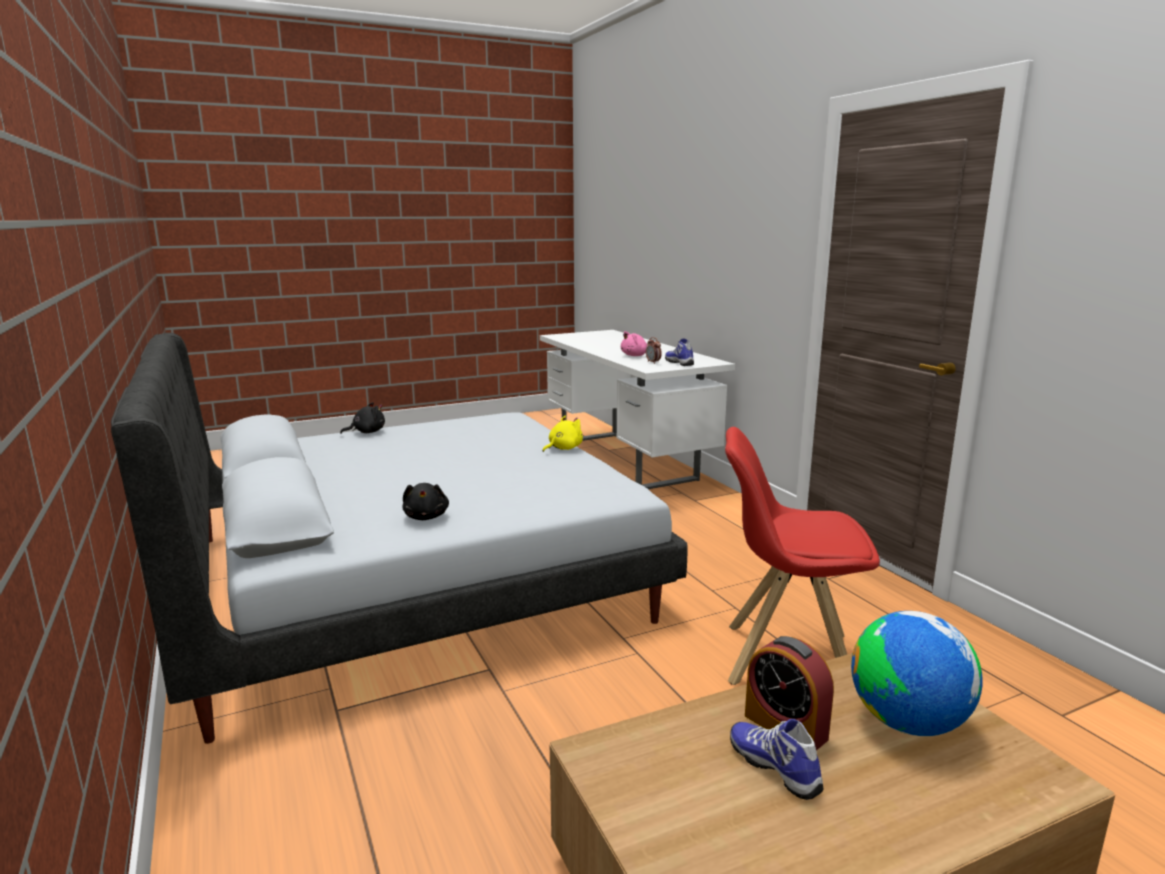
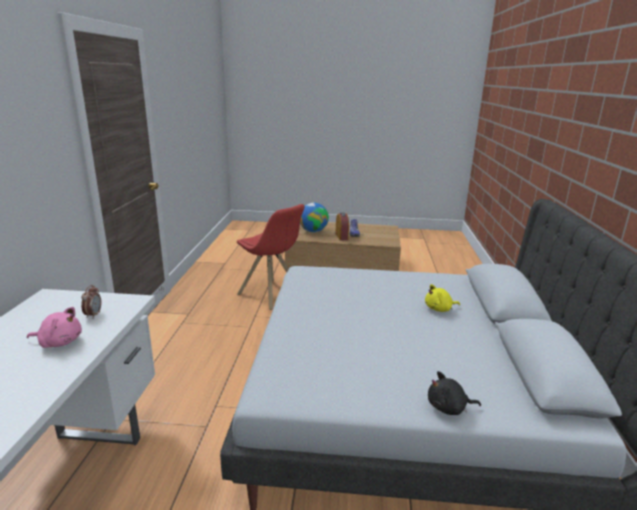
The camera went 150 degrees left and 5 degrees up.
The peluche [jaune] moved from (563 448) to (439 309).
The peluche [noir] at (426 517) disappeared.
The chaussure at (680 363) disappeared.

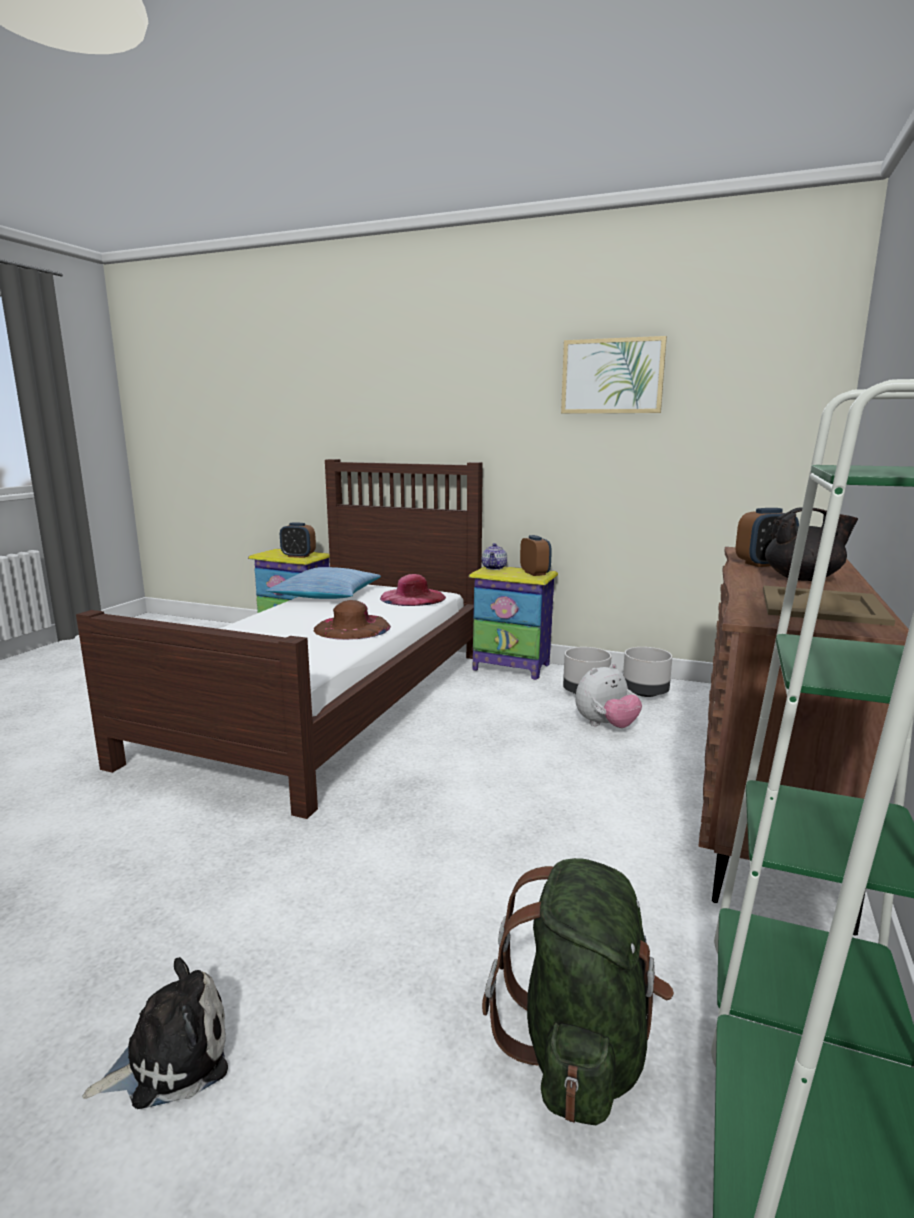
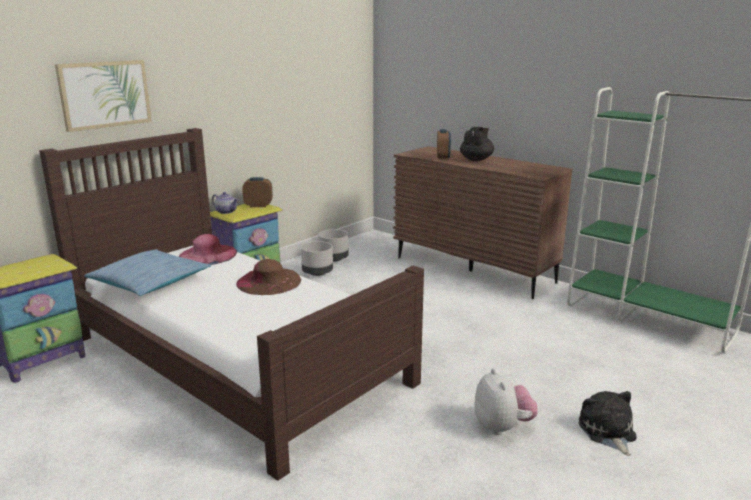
The camera went 70 degrees left and 5 degrees up.
The tableau moved from (612 376) to (105 94).
The peluche moved from (606 726) to (502 427).
The réveil at (298 556) disappeared.
The sac à dos [vert] at (579 1048) disappeared.
The plateau [beige] at (821 606) disappeared.

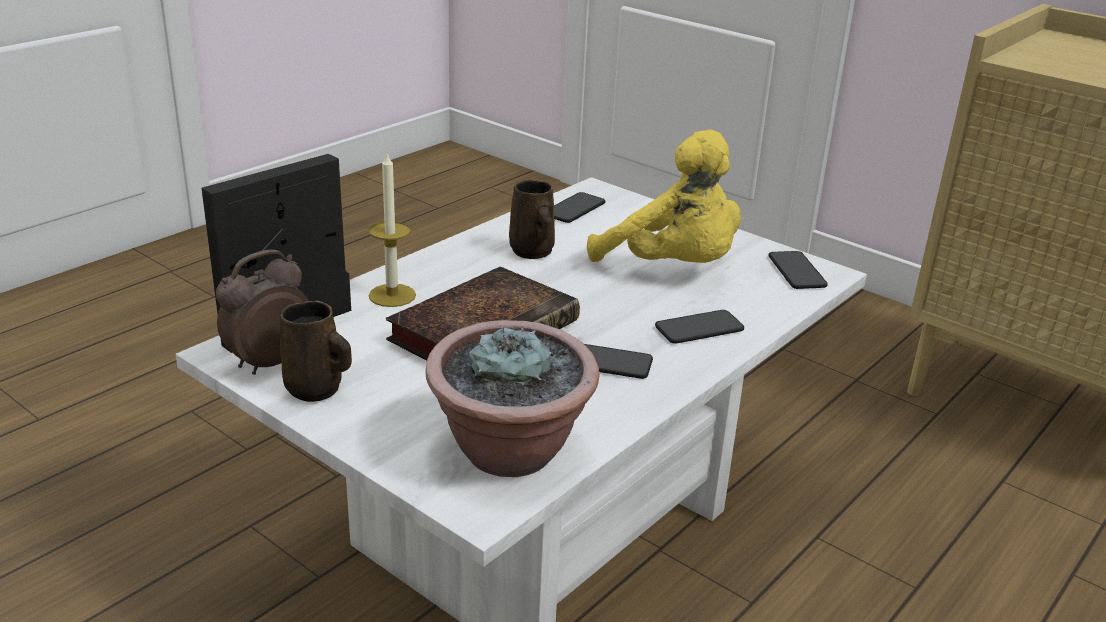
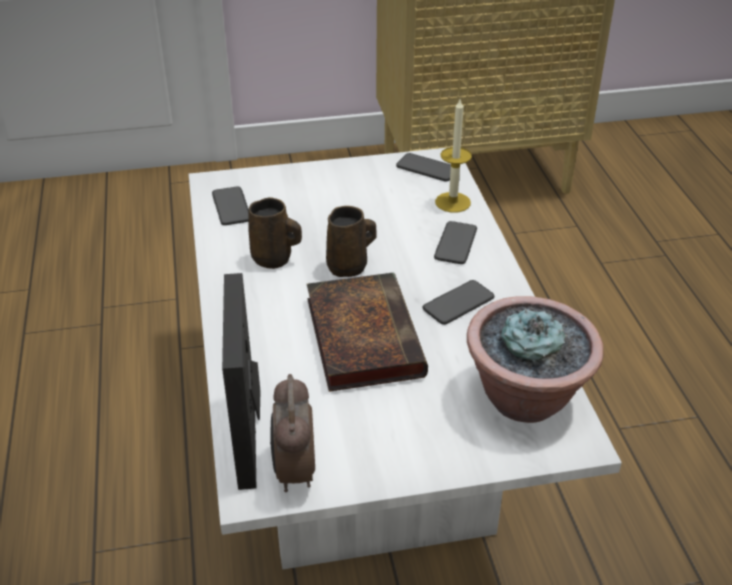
The camera went 50 degrees left and 10 degrees up.
The mug [marron] moved from (316 390) to (349 267).
The bougie moved from (392 295) to (452 202).
The peluche [jaune] at (673 268) disappeared.

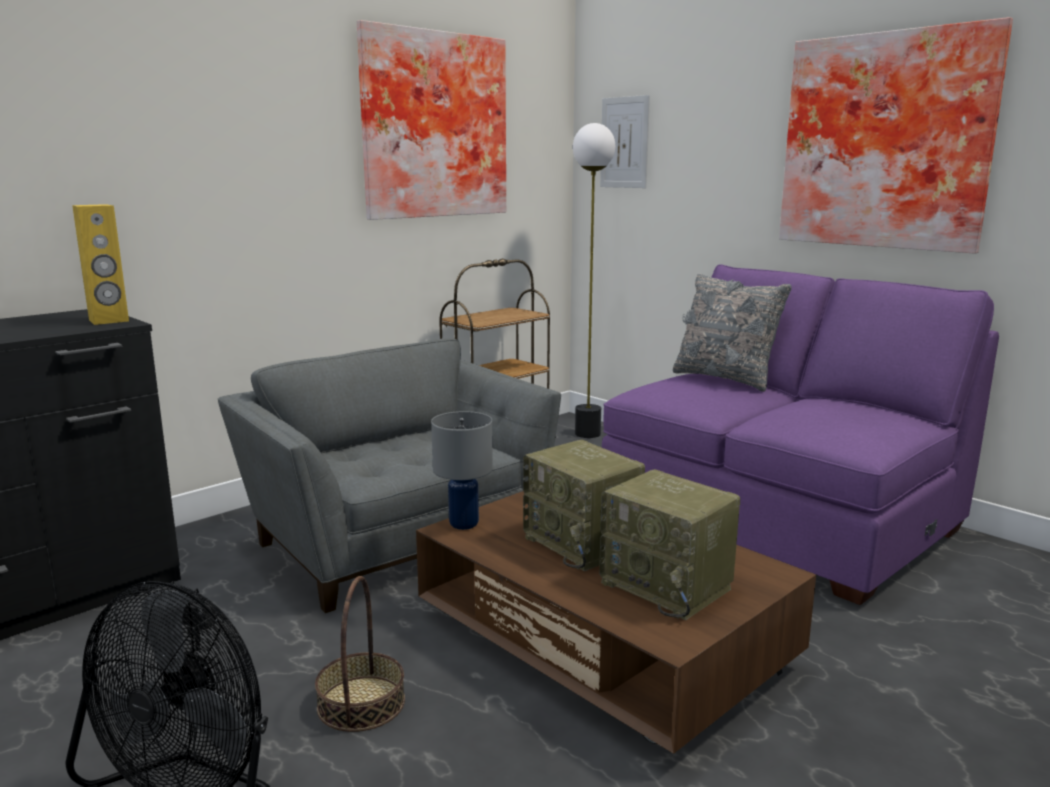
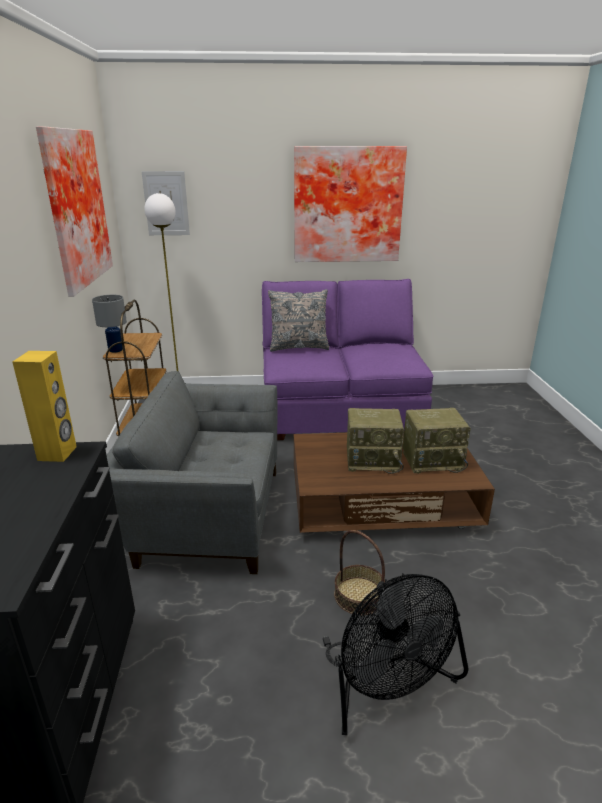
The camera went 50 degrees left and 10 degrees up.
The lampe de table [gris] moved from (462 524) to (115 350).

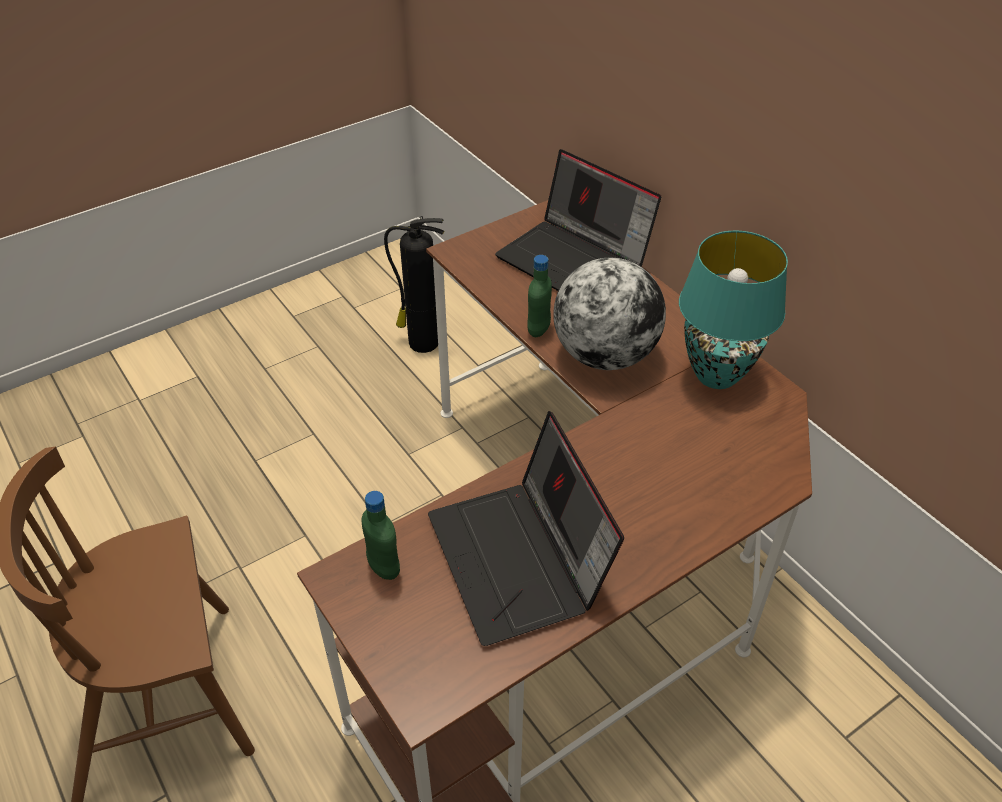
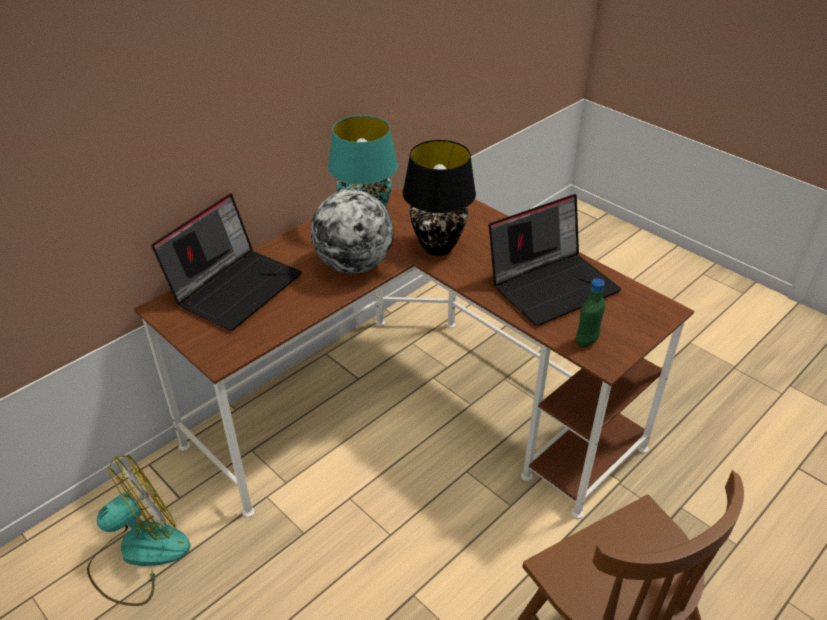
The camera went 100 degrees left and 5 degrees down.
The extincteur at (421 342) was replaced by the ventilateur at (139 554).
The lampe de table [noir] at (437 248) appeared.
The bouteille [vert] at (538 329) disappeared.

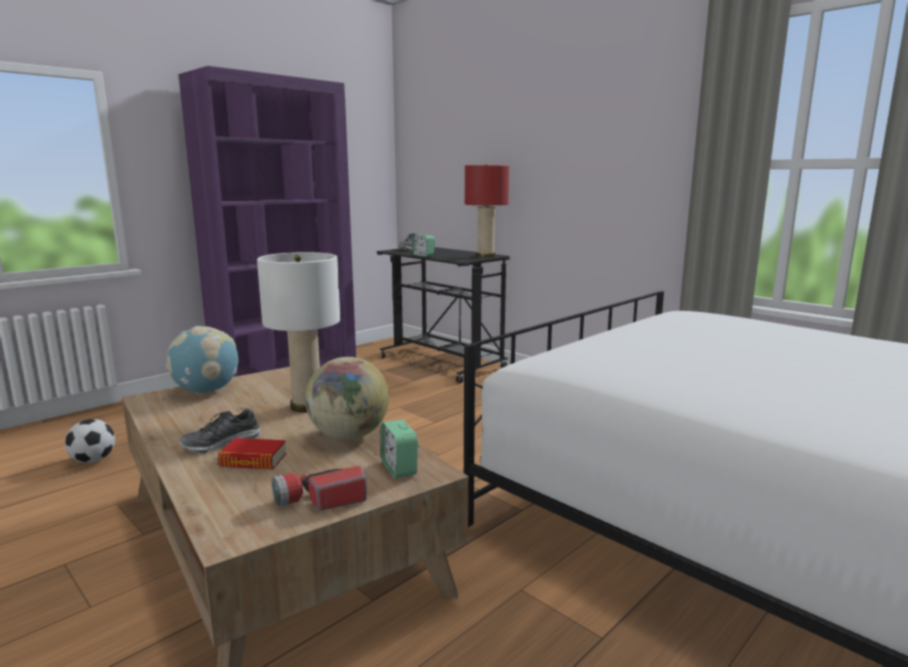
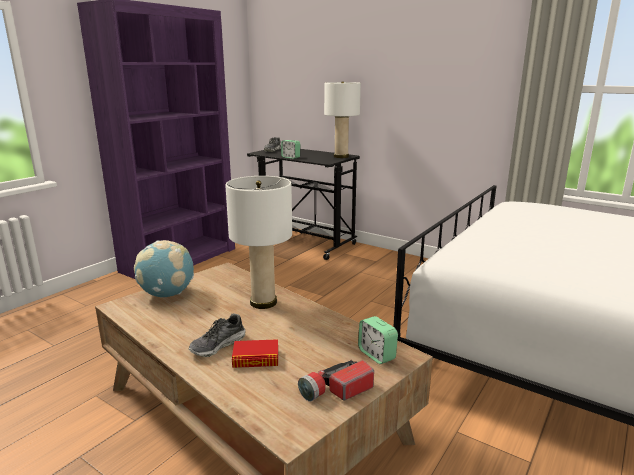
The camera went 10 degrees left and 5 degrees up.
The lampe de table [rouge] at (485 256) became the lampe de table [blanc] at (341 156).
The ballon de foot at (93 460) disappeared.
The globe at (349 436) disappeared.

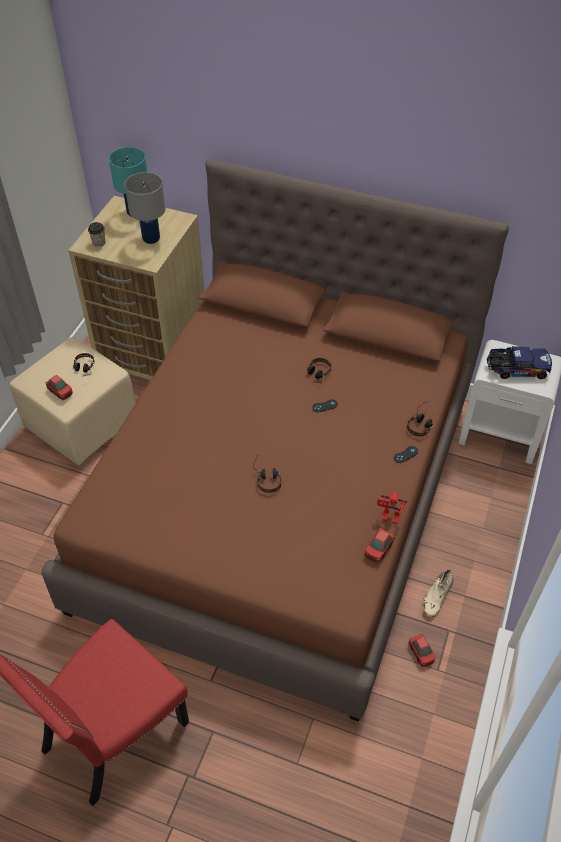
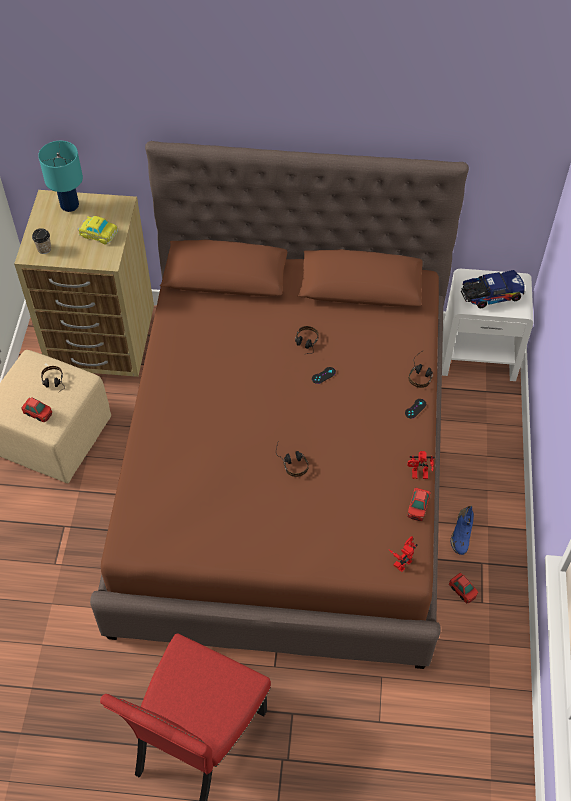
The camera went 15 degrees left and 5 degrees up.
The lampe de table [gris] at (151 238) was replaced by the petite voiture at (98 233).
The robot jouet at (401 560) appeared.
The chaussure [beige] at (436 596) became the chaussure [bleu] at (462 533).

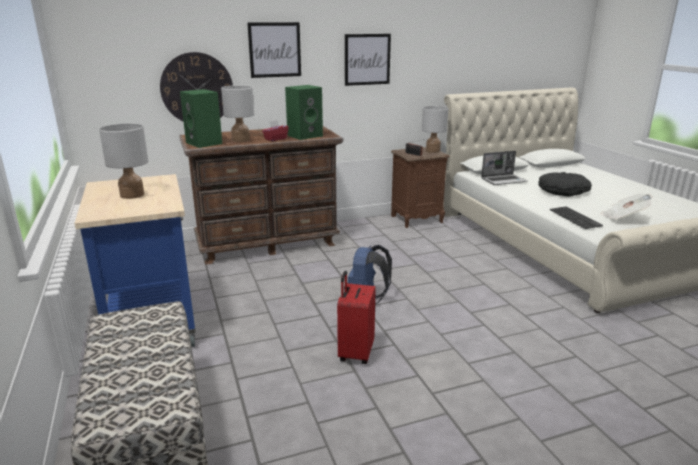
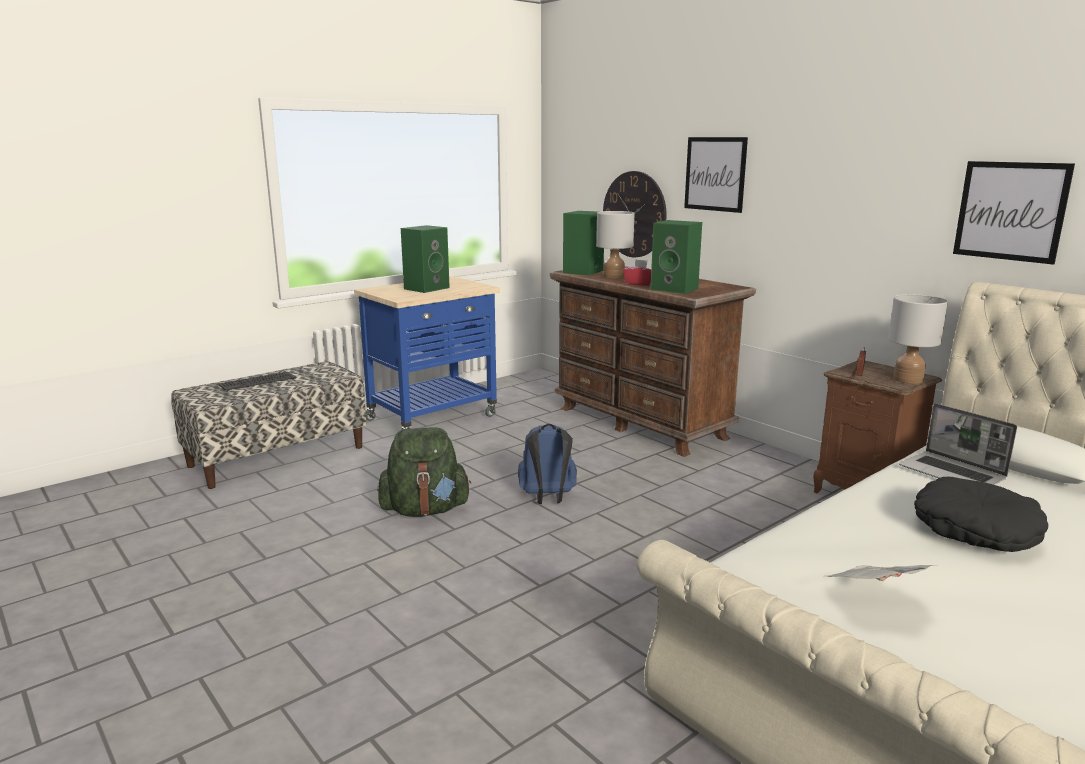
The camera went 70 degrees right and 5 degrees down.
The clavier moved from (574 218) to (257 381).
The valise [rouge] at (355 353) was replaced by the sac à dos [vert] at (425 510).
The lampe de table [gris] at (132 195) was replaced by the enceinte [vert] at (427 288).
The tableau moved from (367 59) to (1010 211).

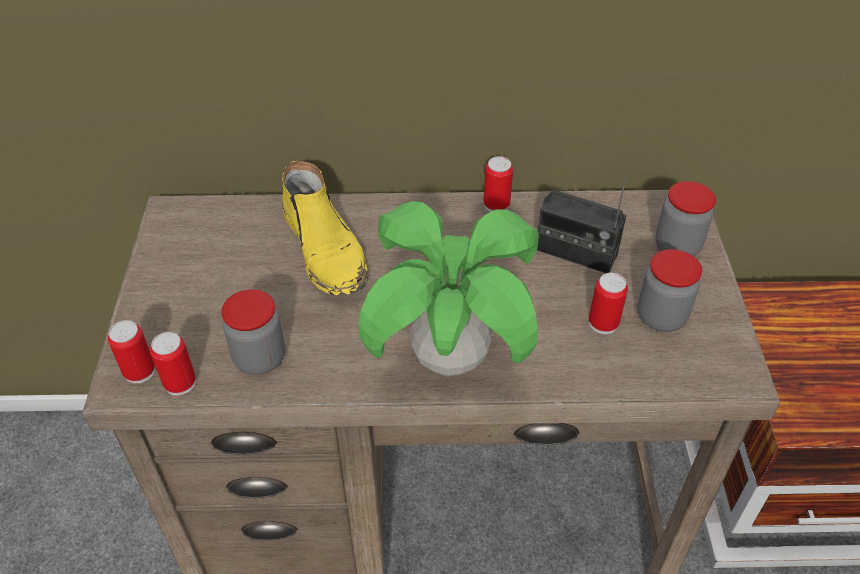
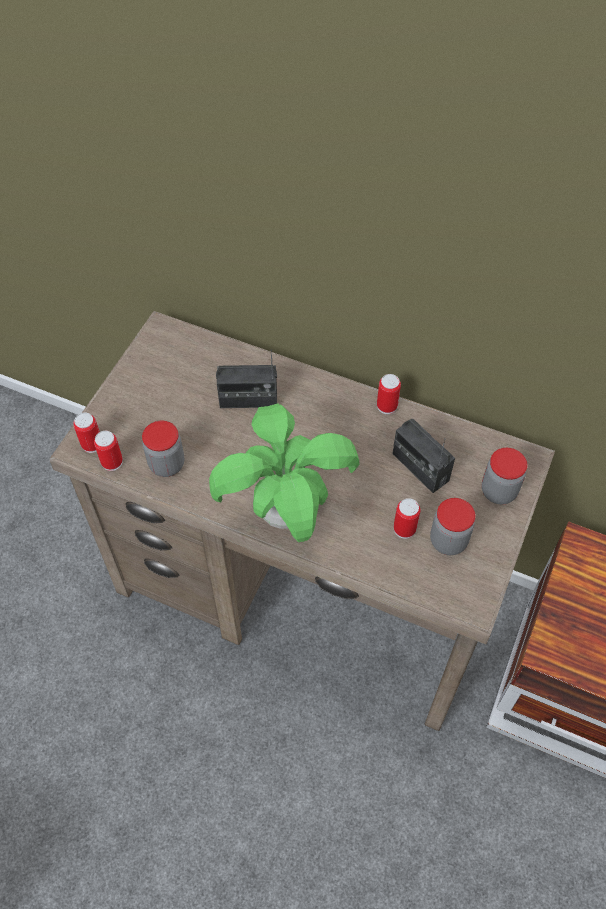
The camera went 25 degrees right and 10 degrees up.
The botte [jaune] at (326 250) was replaced by the radio at (248 399).

